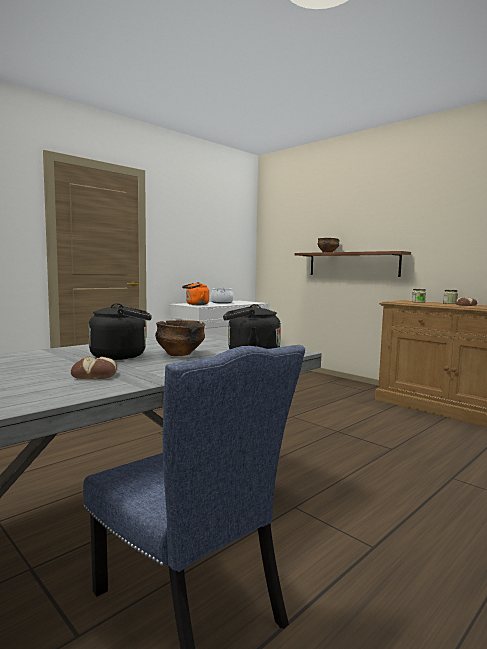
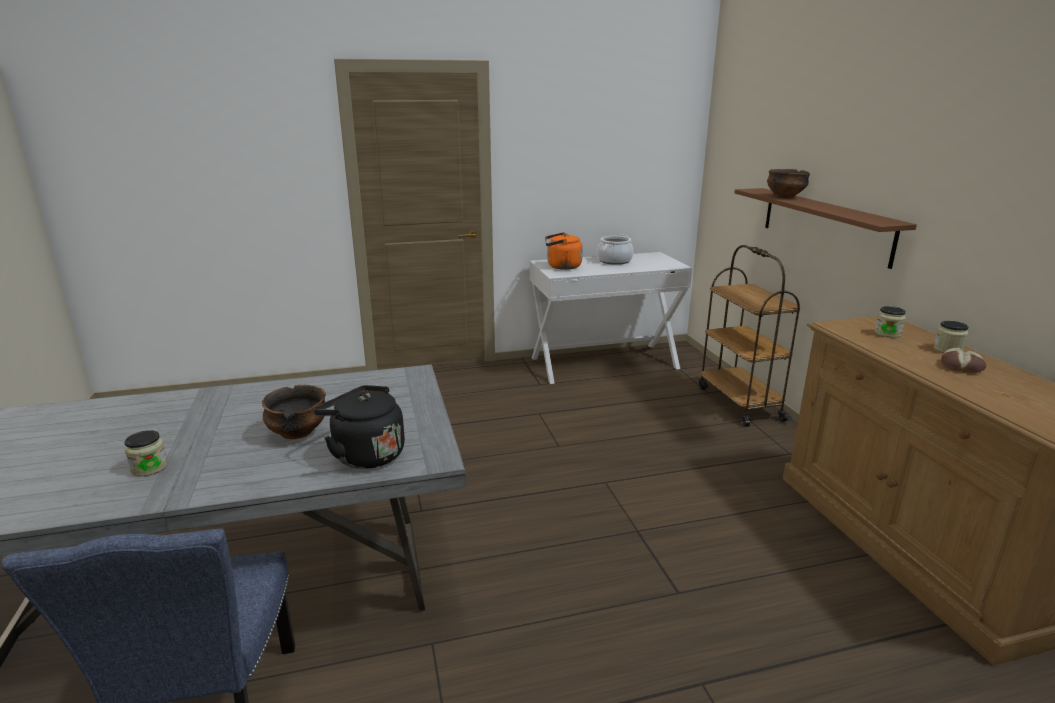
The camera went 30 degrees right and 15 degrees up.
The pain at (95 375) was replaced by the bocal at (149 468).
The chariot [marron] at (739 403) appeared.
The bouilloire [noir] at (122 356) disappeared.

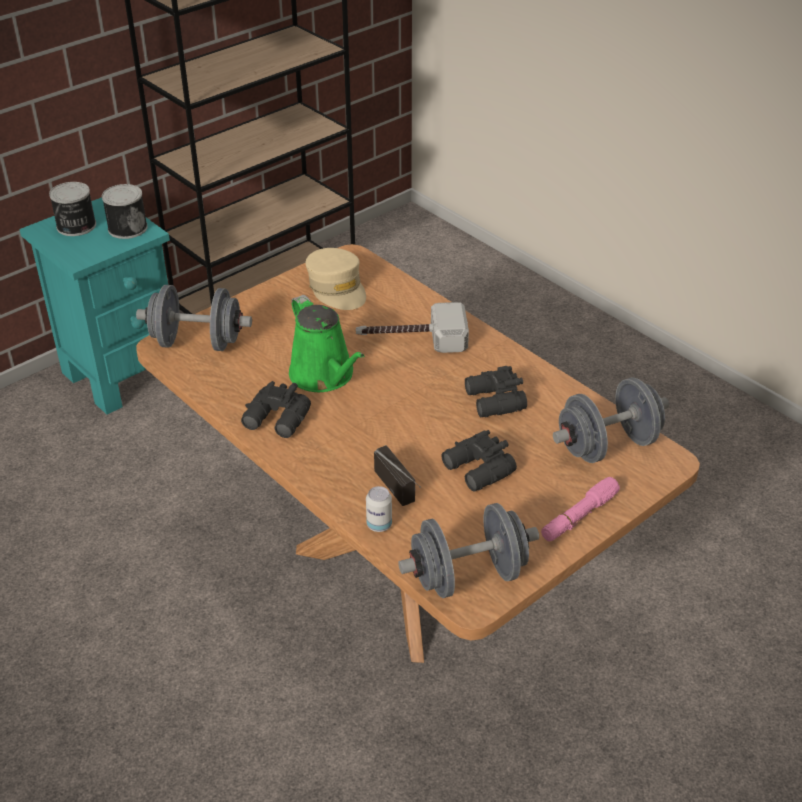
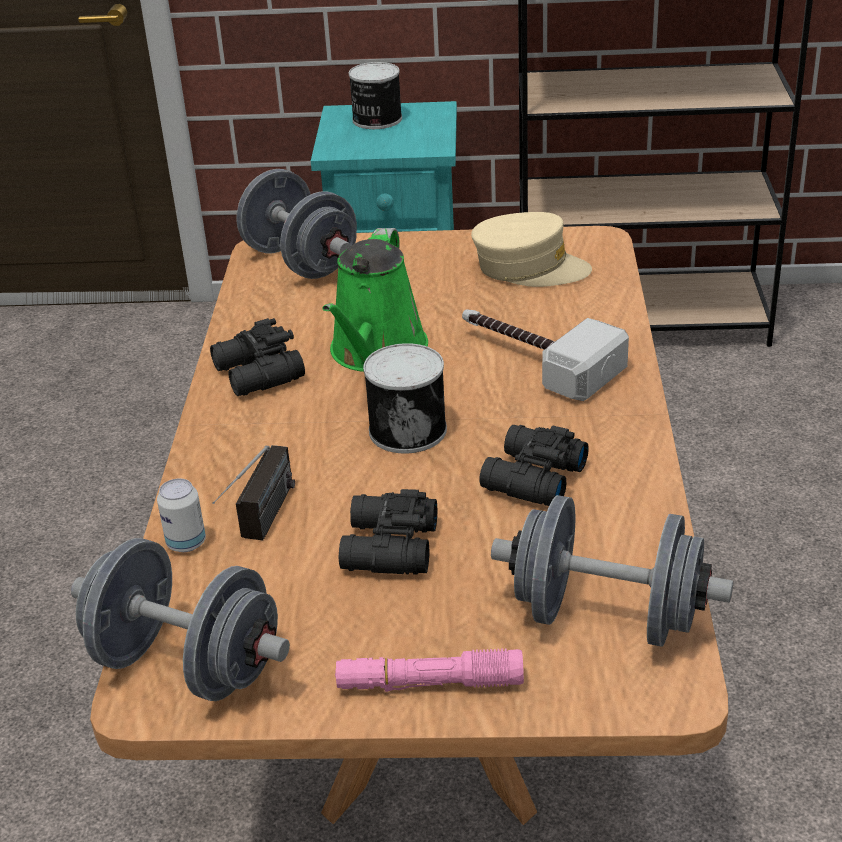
The camera went 45 degrees right and 5 degrees down.
The boîte métallique moved from (127 227) to (408 429).
The casquette [beige] at (337 289) turned 90 degrees counterclockwise.

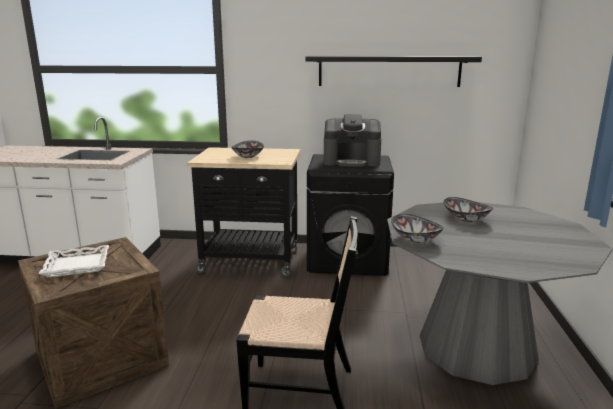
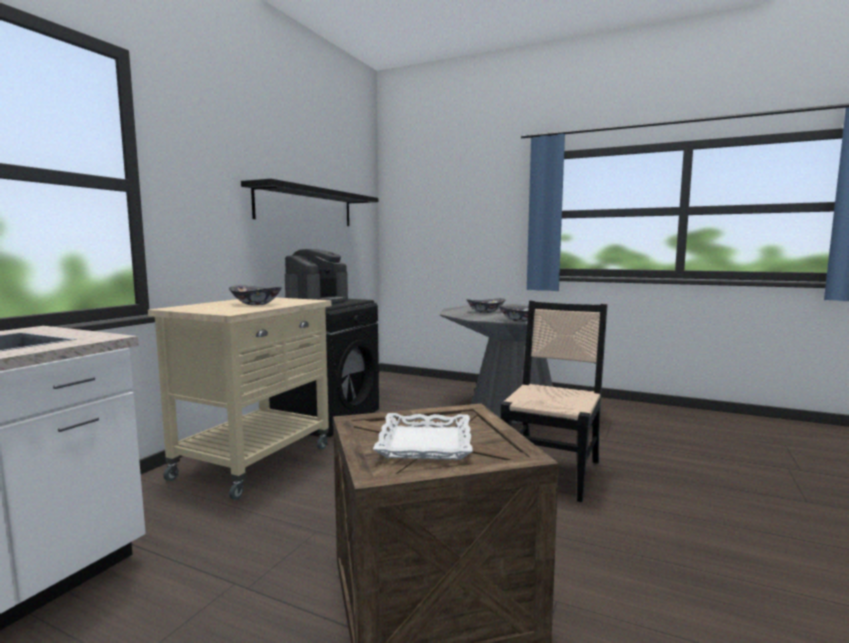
The camera went 70 degrees left and 10 degrees down.
The chariot [noir] at (250 261) became the chariot [beige] at (253 462).

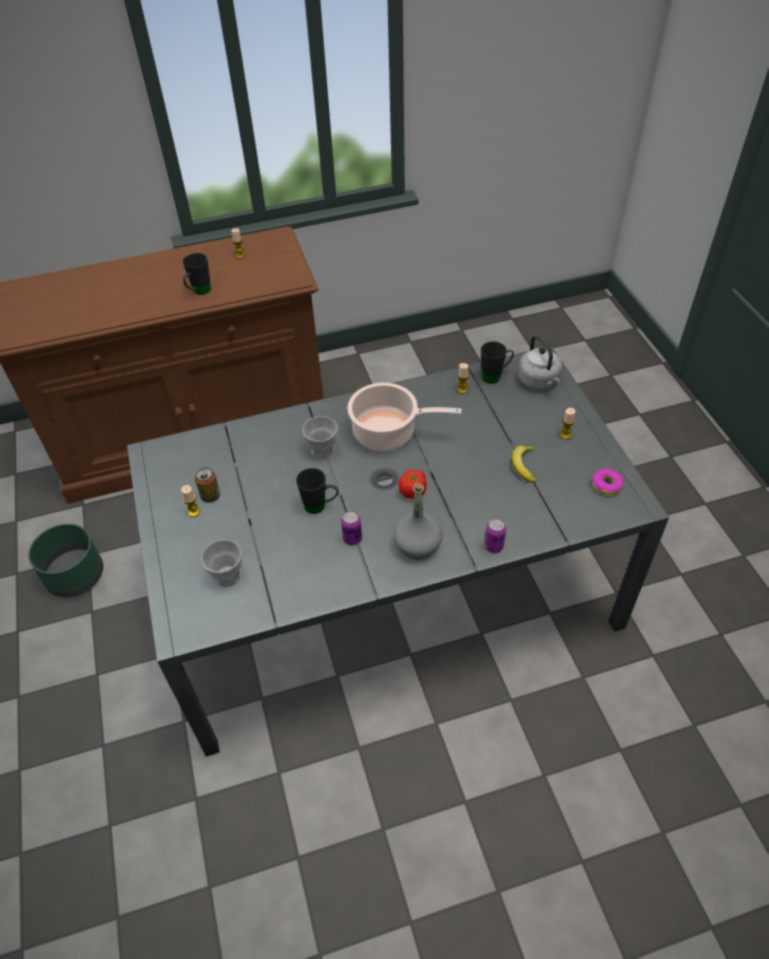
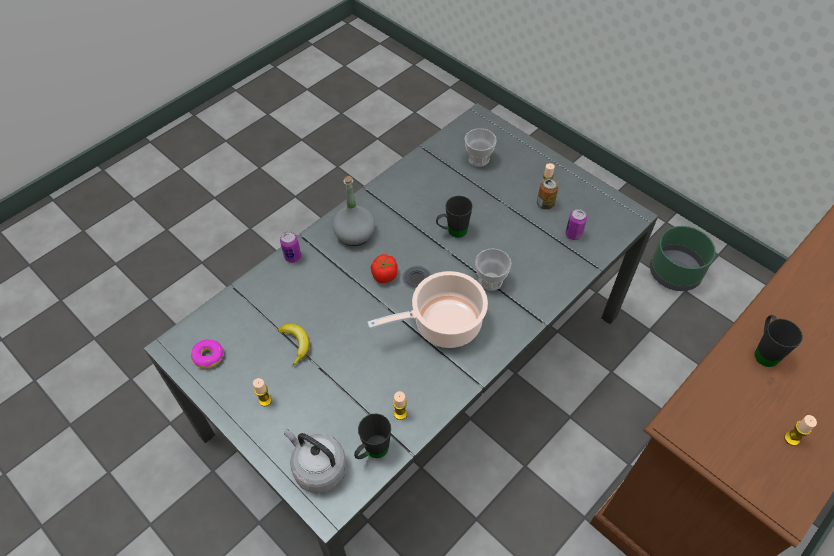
The camera went 150 degrees right and 5 degrees up.
The boîte métallique moved from (352 539) to (573 234).

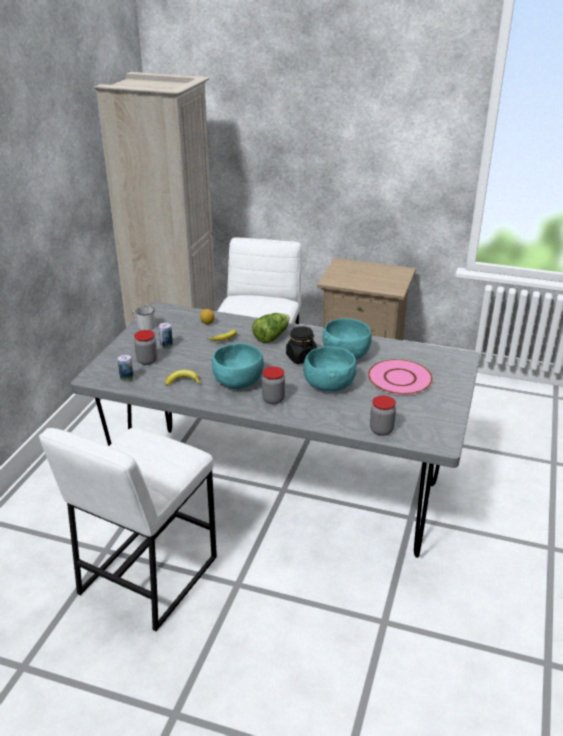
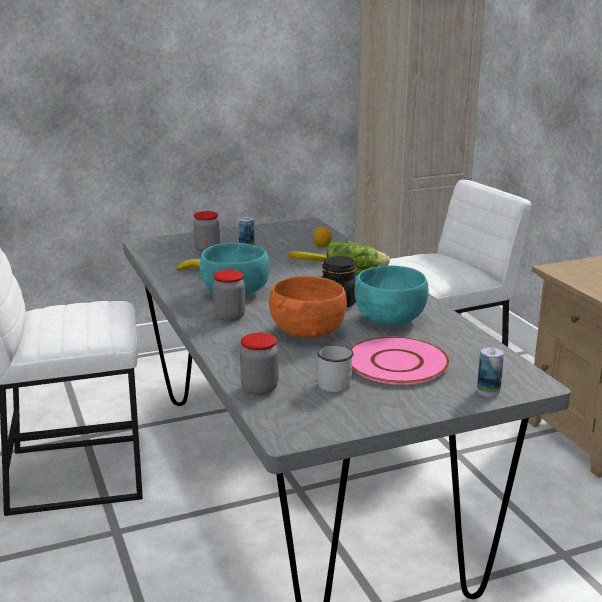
The camera went 50 degrees right and 10 degrees down.
The bol [turquoise] at (328 385) became the bol [orange] at (307 331).
The mug [blanc] moved from (144 326) to (333 382).
The boîte métallique moved from (127 379) to (488 391).

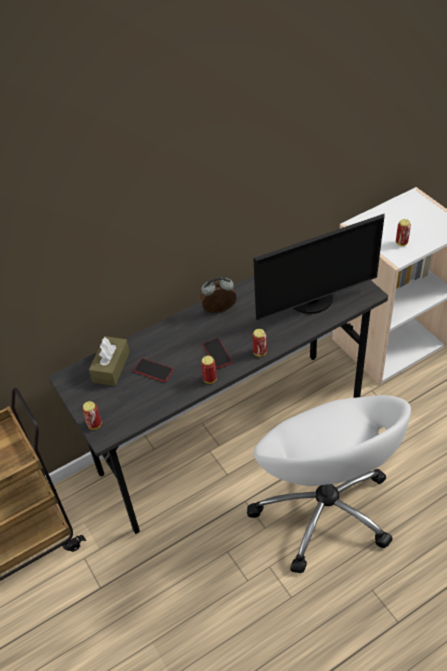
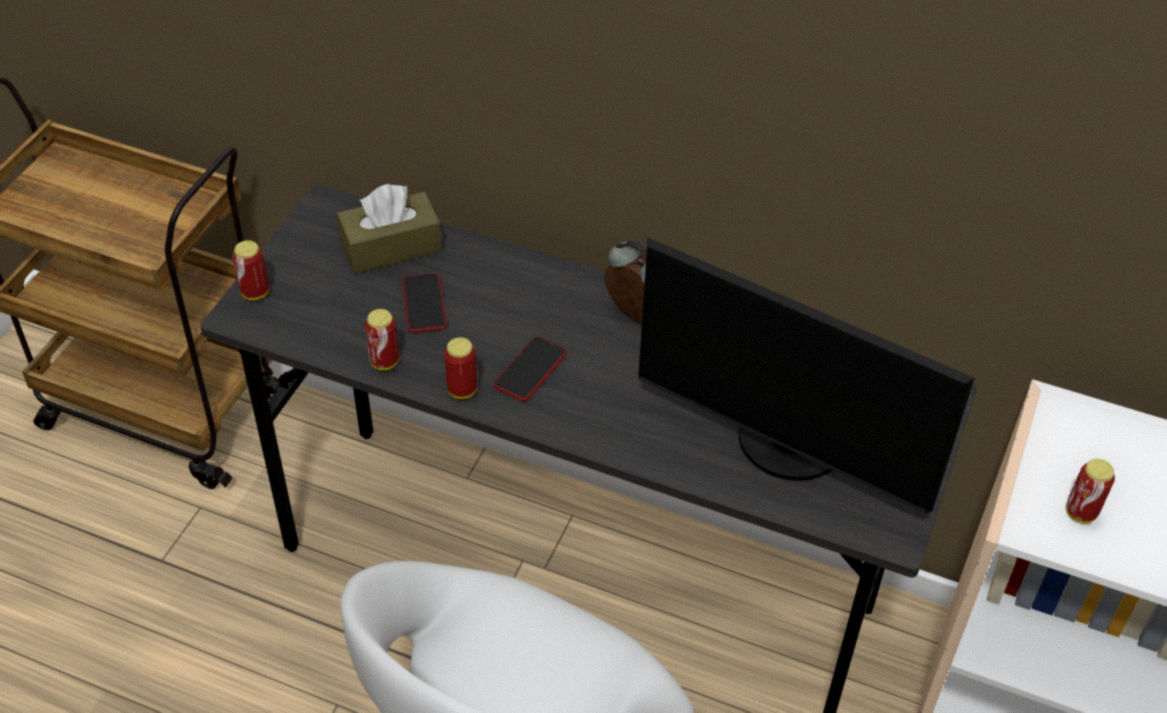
The camera went 50 degrees right and 0 degrees up.
The boîte métallique moved from (259 352) to (384 361).

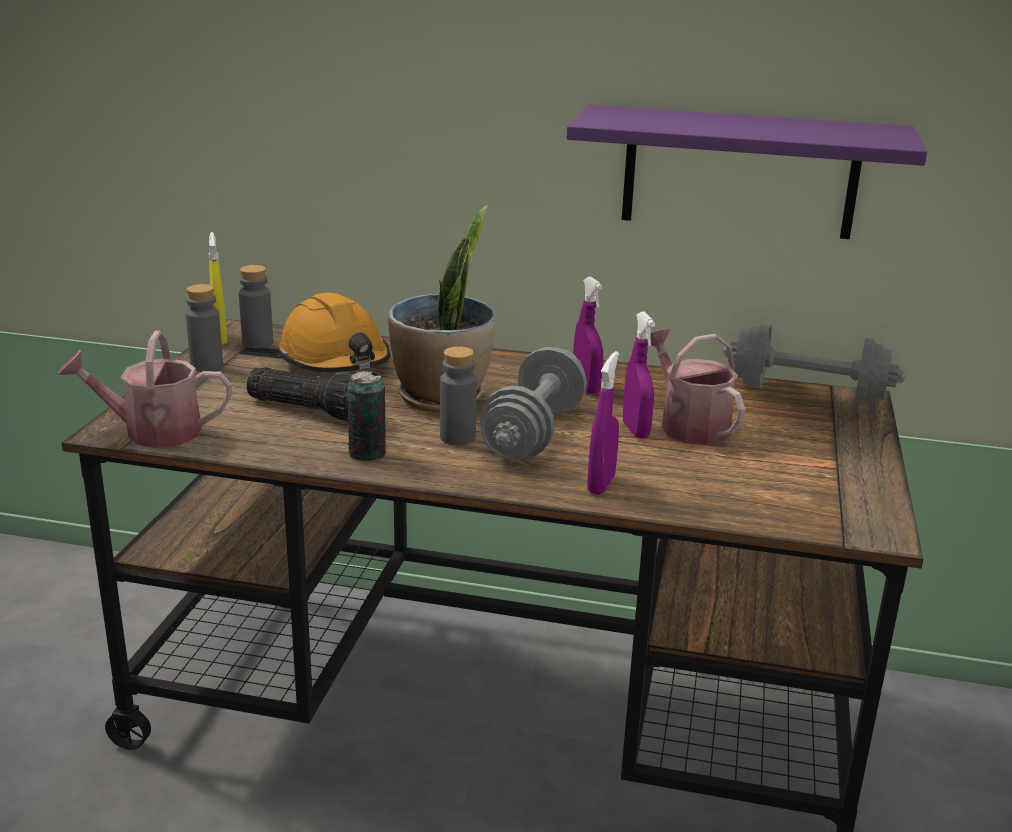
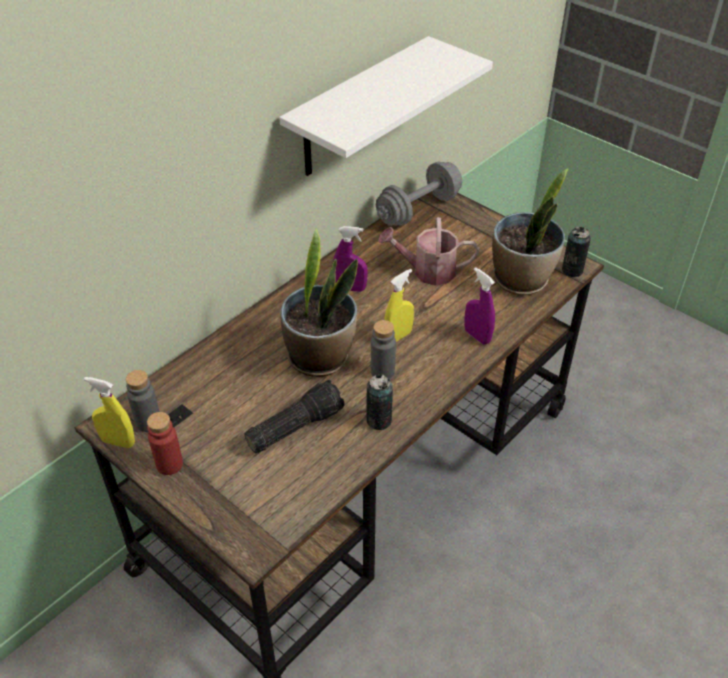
The camera went 60 degrees left and 20 degrees up.
The bouteille [gris] at (207 366) became the bouteille [rouge] at (169 464).
The étagère [violet] at (740 172) became the étagère [blanc] at (358 109).
The haltère [gris] at (533 433) was replaced by the vaporisateur [jaune] at (398 336).
The plante en pot at (521 280) appeared.
The boîte métallique at (572 270) appeared.
The arrosoir at (152 431) disappeared.
The casque de chantier [orange] at (335 360) disappeared.
The vaporisateur [violet] at (635 430) disappeared.

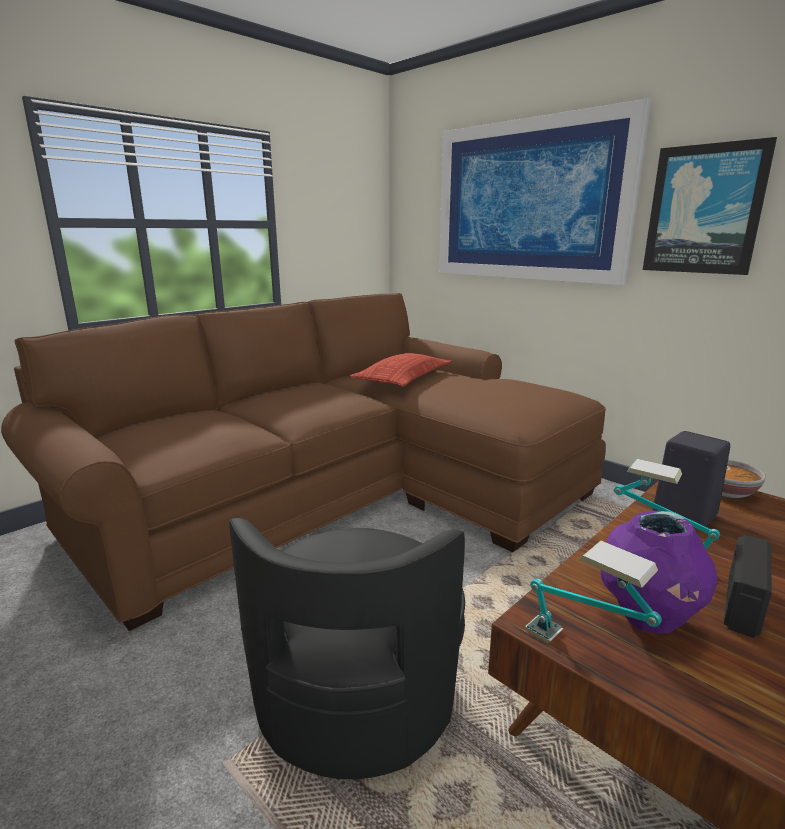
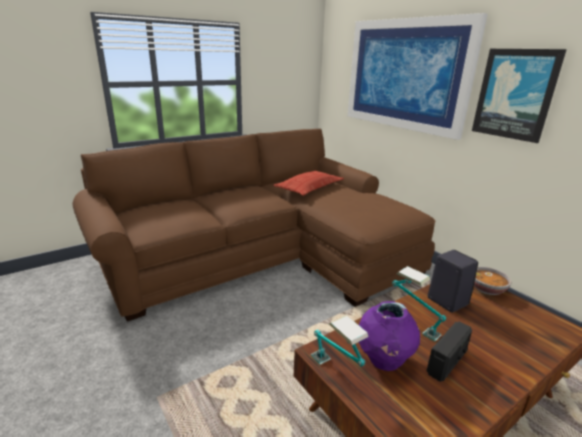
The camera went 10 degrees right and 5 degrees up.
The fauteuil [noir] at (355 697) disappeared.

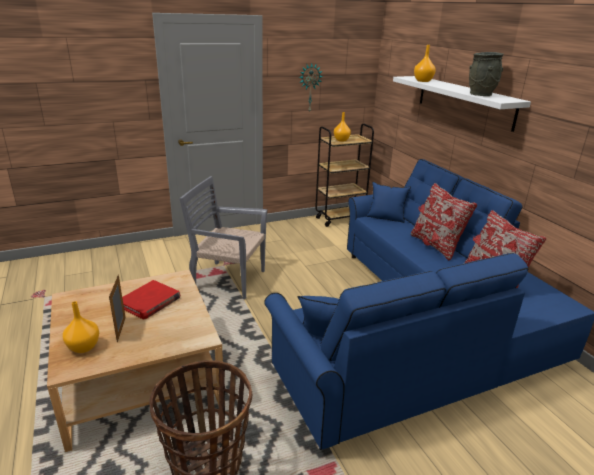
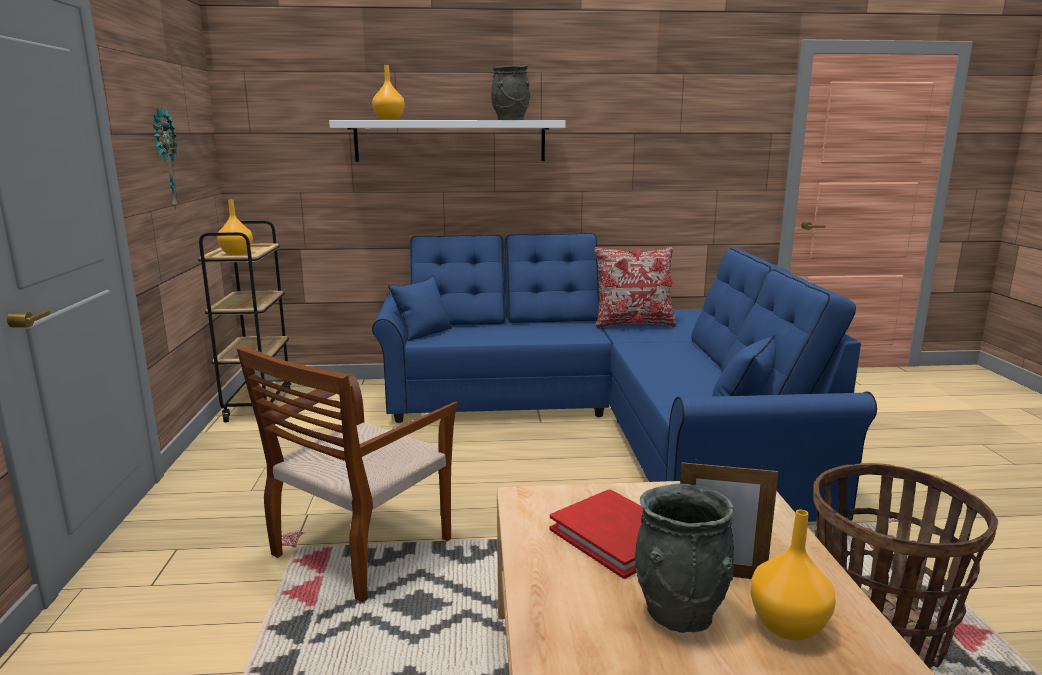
The camera went 70 degrees left and 10 degrees down.
The fauteuil [gris] at (228 279) became the fauteuil [marron] at (361 548).
The vase [gris] at (681 612) appeared.
The coussin [rouge] at (435 246) disappeared.

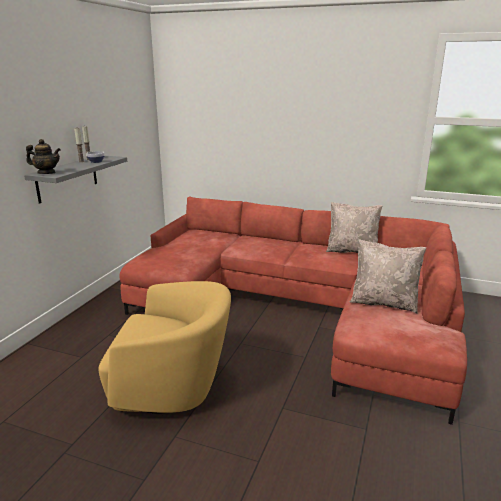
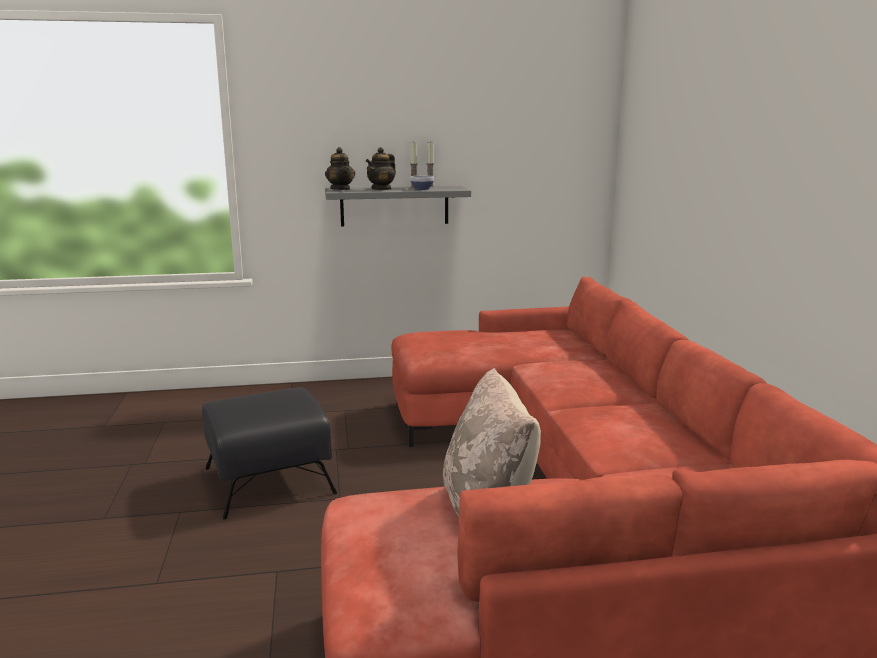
The camera went 60 degrees right and 5 degrees down.
The fauteuil [jaune] at (172 388) was replaced by the pouf [noir] at (268 480).
The théière at (381 189) appeared.
The coussin [beige] at (352 251) disappeared.

